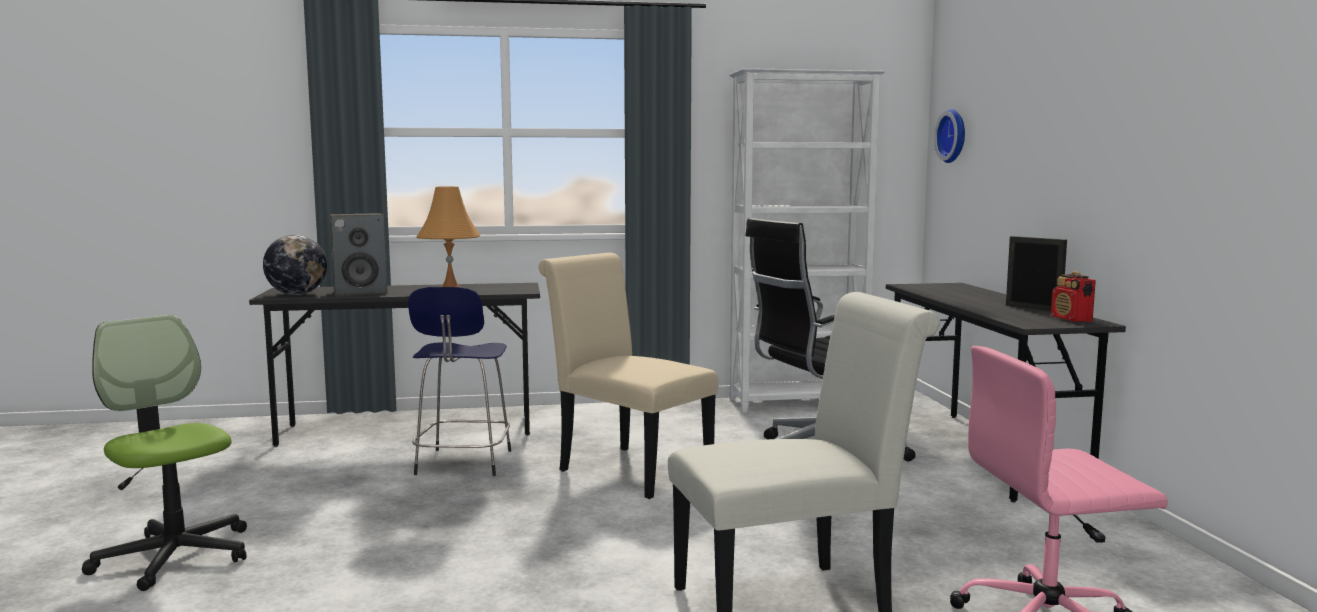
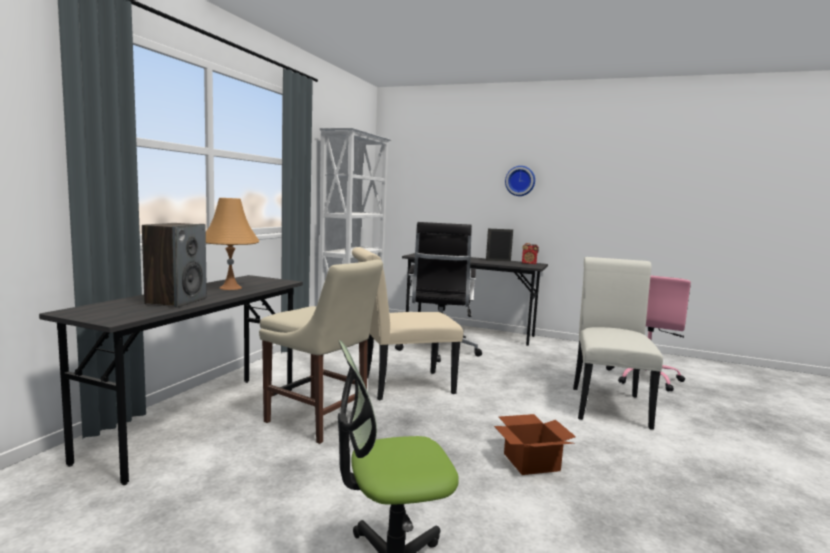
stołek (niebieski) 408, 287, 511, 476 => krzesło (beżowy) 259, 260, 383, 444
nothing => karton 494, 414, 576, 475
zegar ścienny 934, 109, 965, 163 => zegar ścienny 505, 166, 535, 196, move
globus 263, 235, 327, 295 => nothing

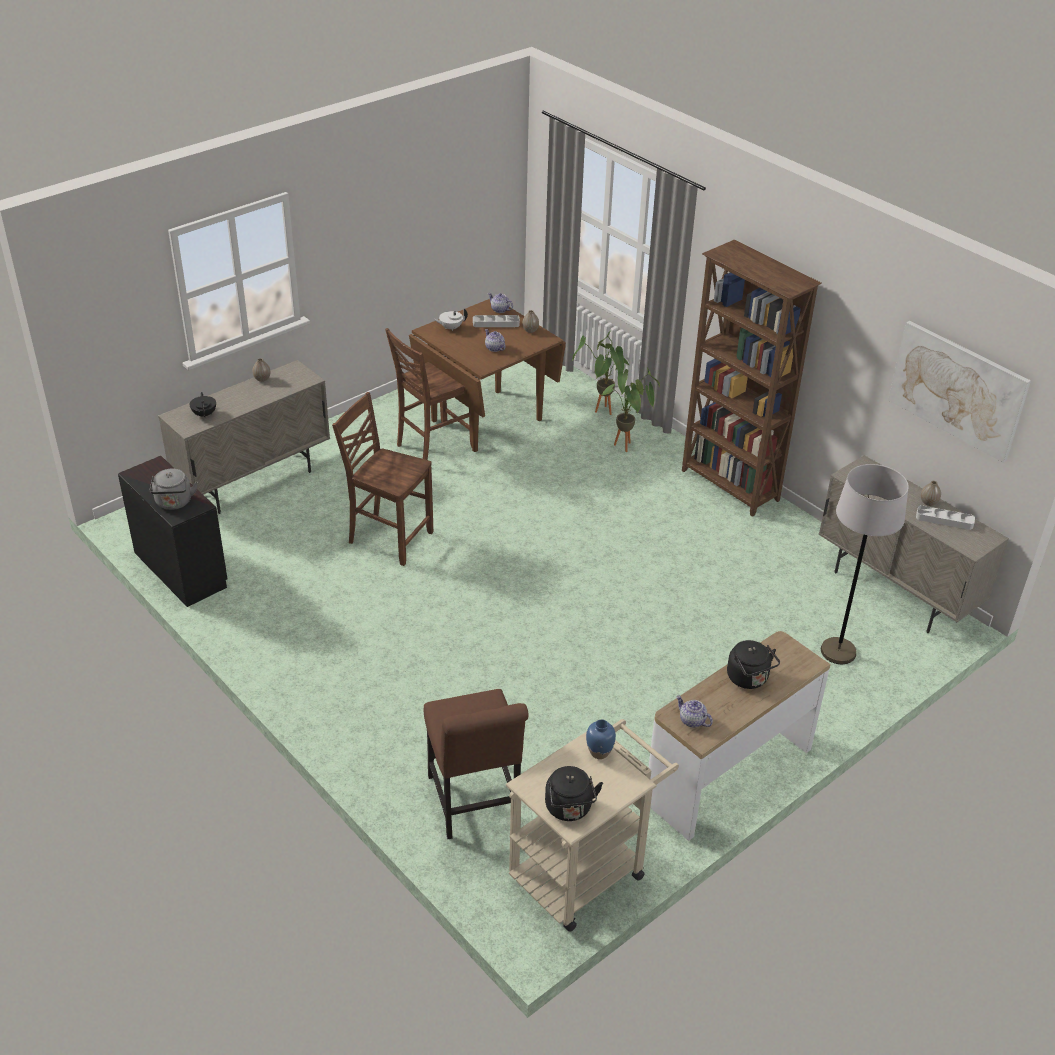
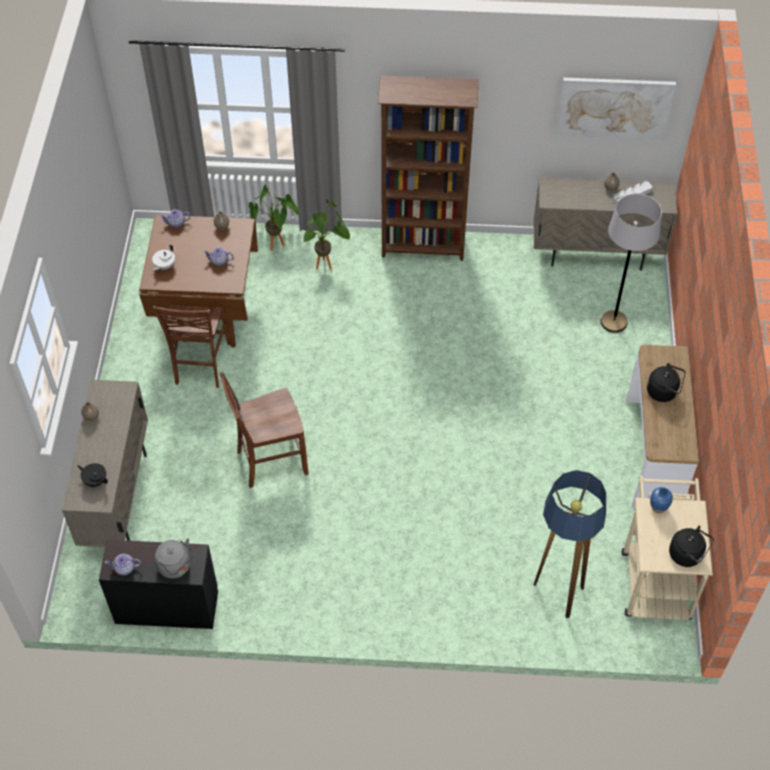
imbryk 676, 696, 713, 728 => imbryk 105, 554, 141, 575, move
krzesło (brązowy) 424, 689, 528, 839 => lampa stojąca 534, 470, 606, 618
taca (szary) 473, 315, 520, 327 => nothing

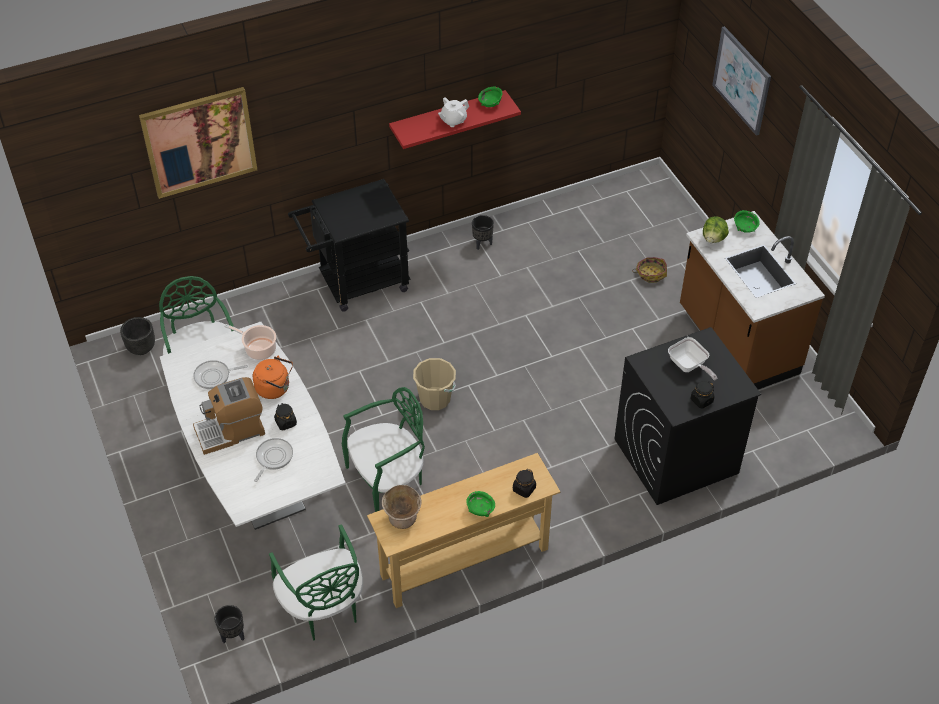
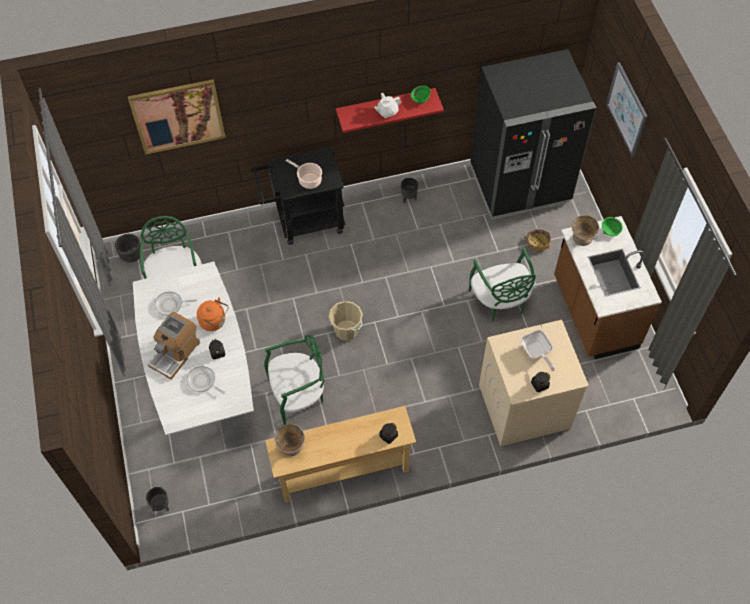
ekspres do kawy 193, 377, 265, 455 => ekspres do kawy 148, 311, 200, 380, 45 degrees counterclockwise
patelnia 254, 438, 293, 482 => patelnia 186, 366, 225, 394, 90 degrees counterclockwise
garnek 224, 324, 276, 360 => garnek 285, 159, 322, 189, move
krzesło (zielony) 269, 524, 363, 640 => krzesło (zielony) 469, 247, 536, 322, move
nothing => lodówka (czarny) 470, 49, 596, 220
pralka (czarny) 615, 327, 761, 505 => pralka (beżowy) 479, 320, 589, 446
sałata 703, 216, 729, 243 => miska (beżowy) 572, 215, 600, 246
miska (zielony) 466, 491, 495, 517 => nothing

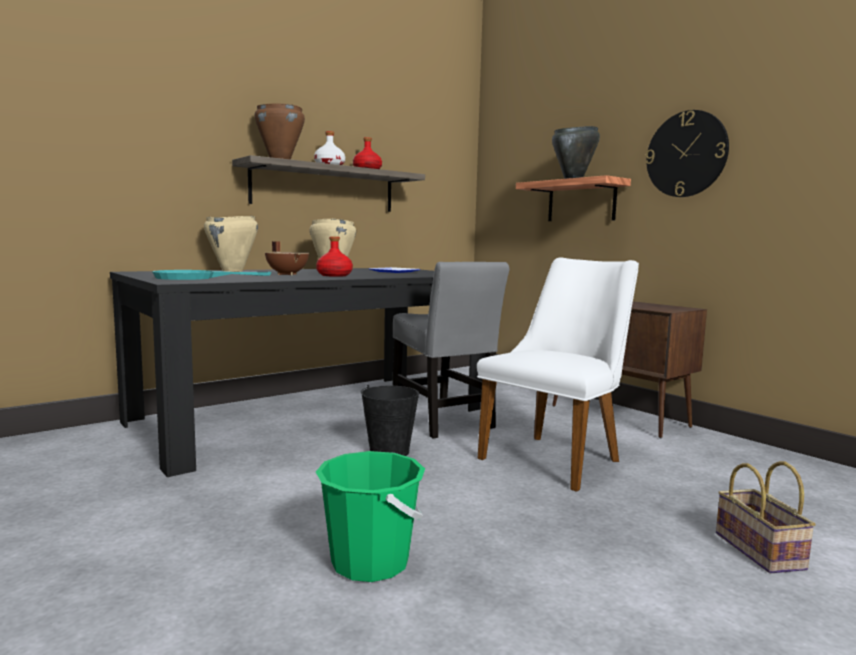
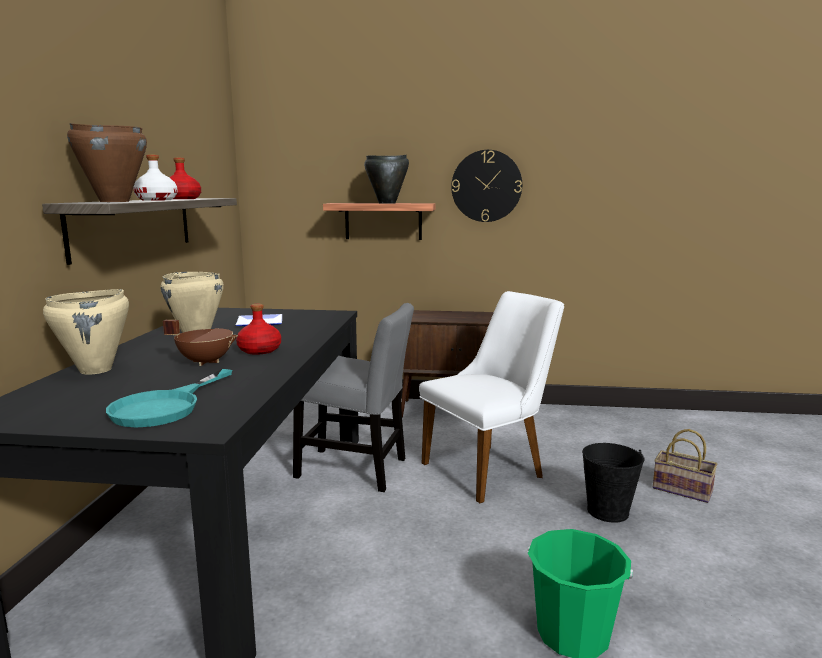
krzesło (biały) 477, 257, 639, 492 => krzesło (biały) 419, 291, 564, 503, 60 degrees clockwise
wiadro (czarny) 361, 385, 419, 456 => wiadro (czarny) 582, 443, 645, 523, move

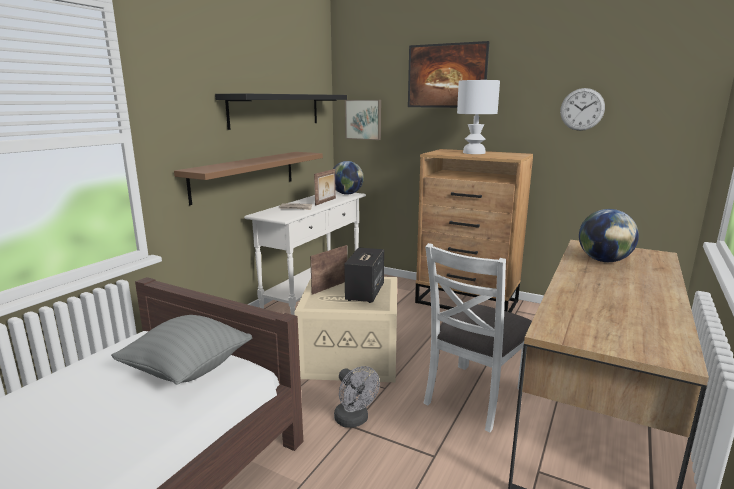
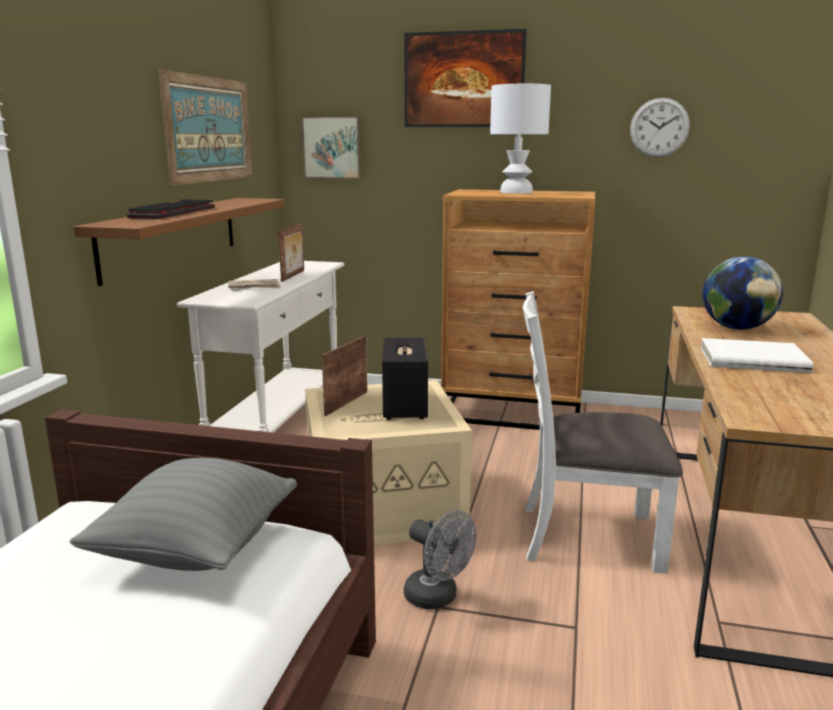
nothing => klawiatura 127, 199, 215, 219
półka (czarny) 215, 94, 347, 130 => obraz 158, 70, 252, 186
krzesło (biały) 423, 243, 532, 432 => krzesło (biały) 523, 291, 683, 574, 75 degrees clockwise
nothing => książka (biały) 701, 338, 813, 373
globus 333, 161, 364, 195 => nothing

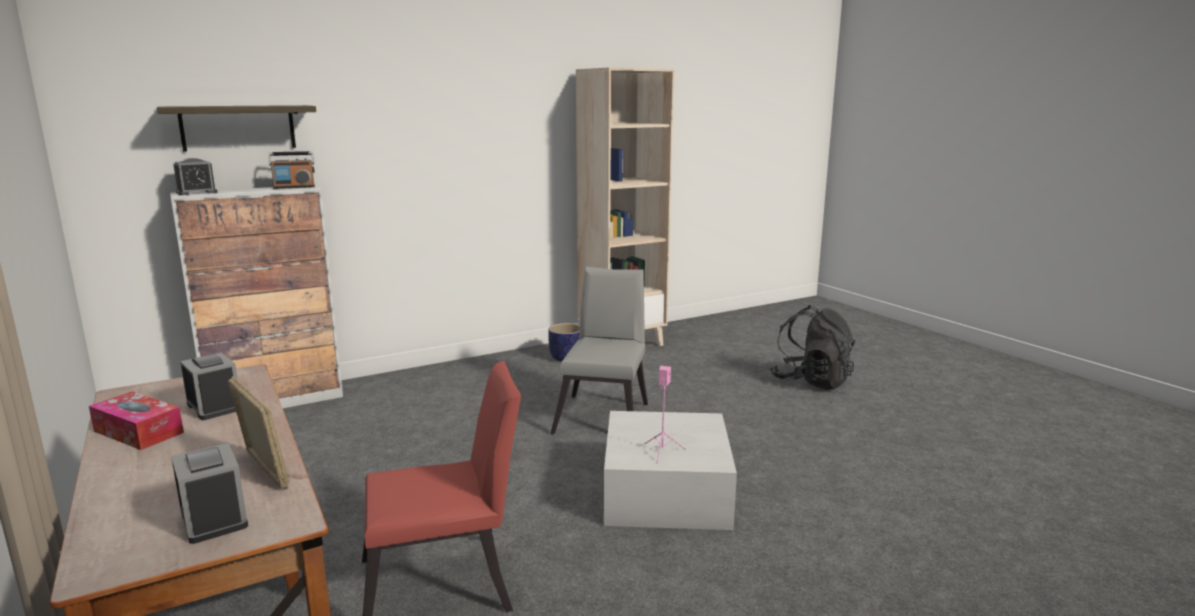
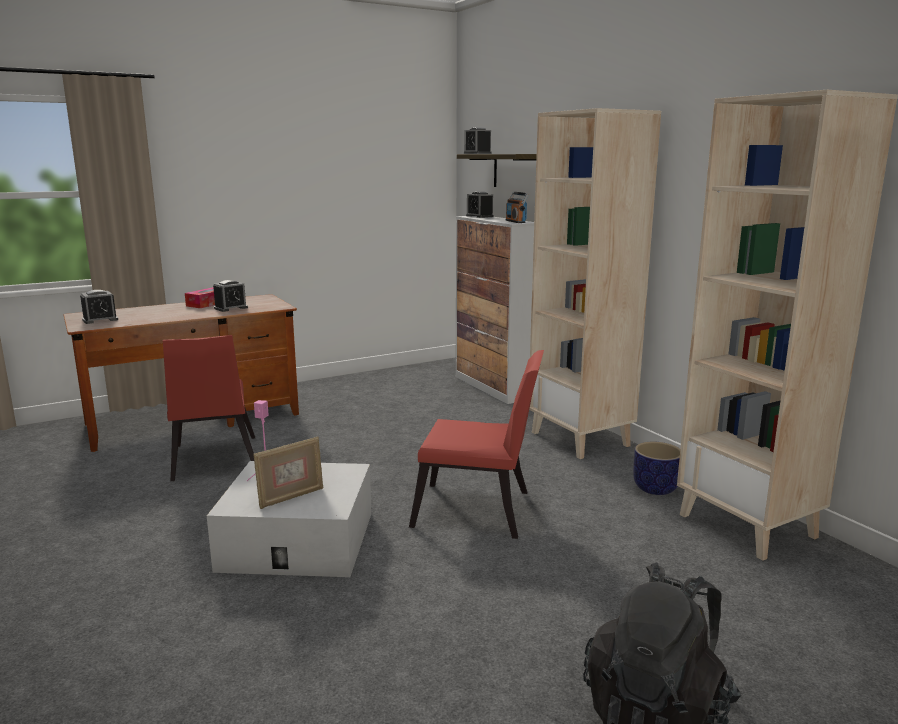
ramka na zdjęcie 228, 376, 289, 489 => ramka na zdjęcie 253, 436, 324, 509, move
krzesło (szary) 550, 266, 648, 435 => krzesło (czerwony) 409, 350, 544, 539
nothing => budzik 464, 127, 491, 154
nothing => regał (beżowy) 529, 108, 661, 459

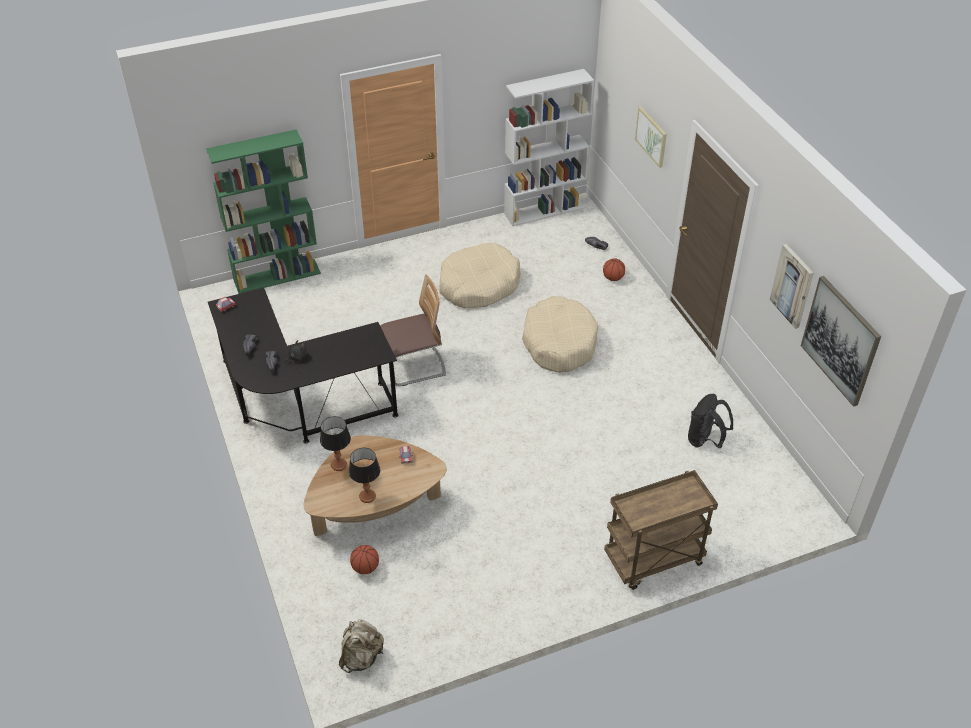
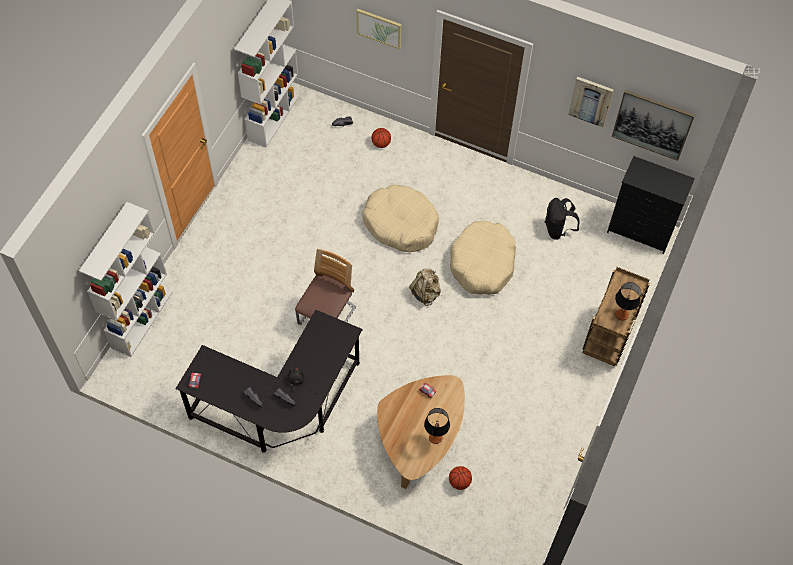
regał (zielony) 206, 129, 321, 294 => regał (biały) 79, 202, 172, 357
plecak (beżowy) 339, 619, 384, 673 => plecak (beżowy) 409, 268, 441, 306, move
legowisko (beżowy) 439, 243, 521, 308 => legowisko (beżowy) 450, 221, 516, 295, move
nothing => komoda (czarny) 607, 156, 695, 254
lampa stołowa 320, 416, 351, 471 => lampa stołowa 615, 282, 641, 321, move

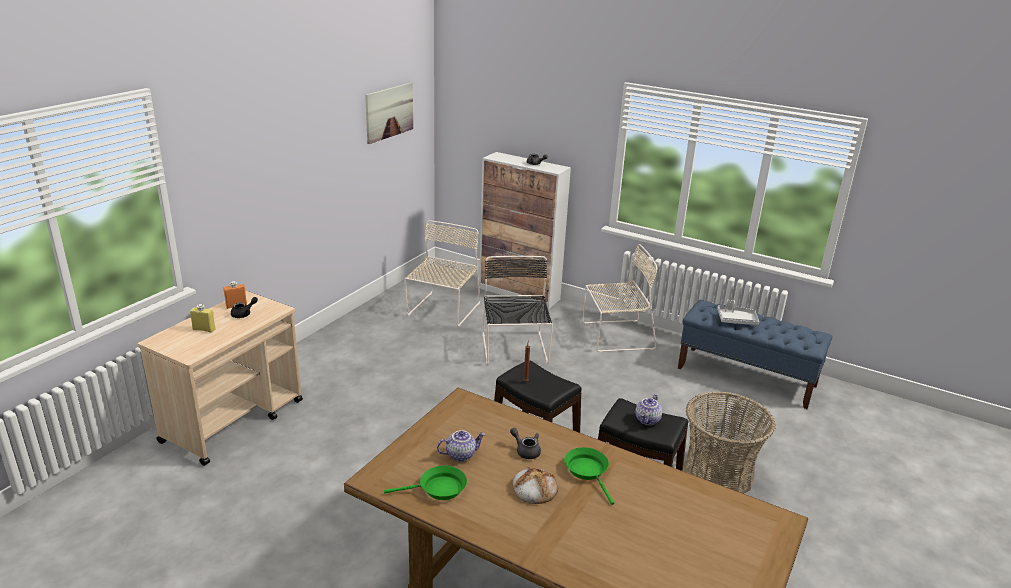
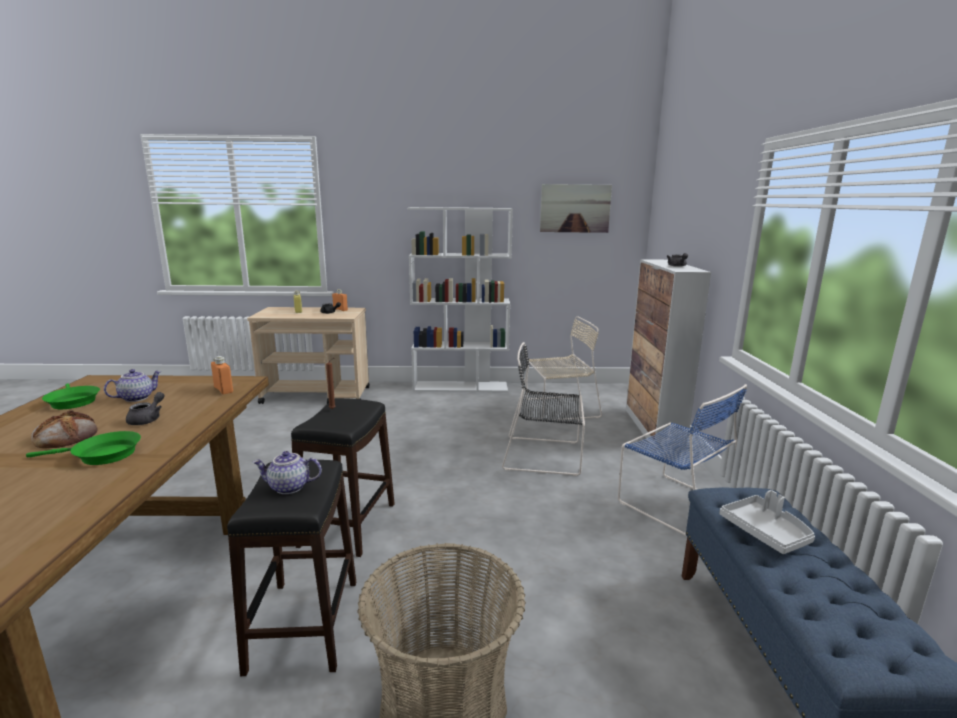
patelnia (zielony) 564, 447, 614, 505 => patelnia (zielony) 26, 431, 141, 465, 45 degrees clockwise
imbryk 437, 430, 485, 461 => imbryk 104, 369, 162, 402, 90 degrees counterclockwise
nothing => butelka (pomarańczowy) 211, 356, 233, 394
nothing => regał (biały) 407, 207, 513, 392
krzesło (czarny) 482, 256, 553, 365 => krzesło (czarny) 502, 342, 585, 476, 135 degrees counterclockwise
krzesło (beżowy) 582, 244, 657, 352 => krzesło (niebieski) 618, 384, 747, 536

